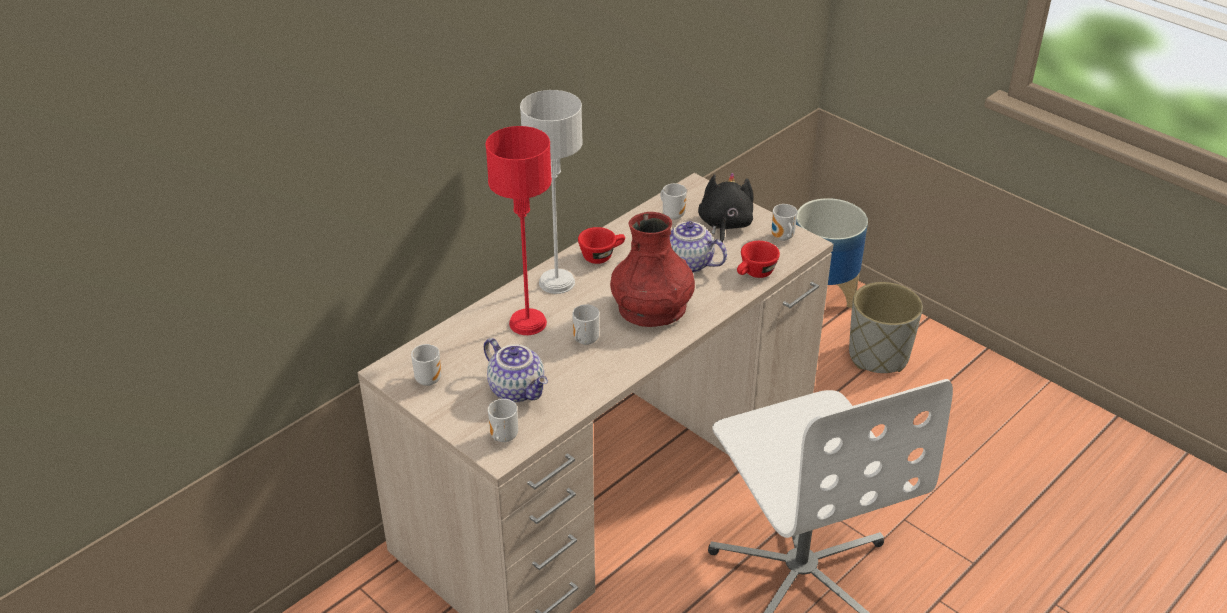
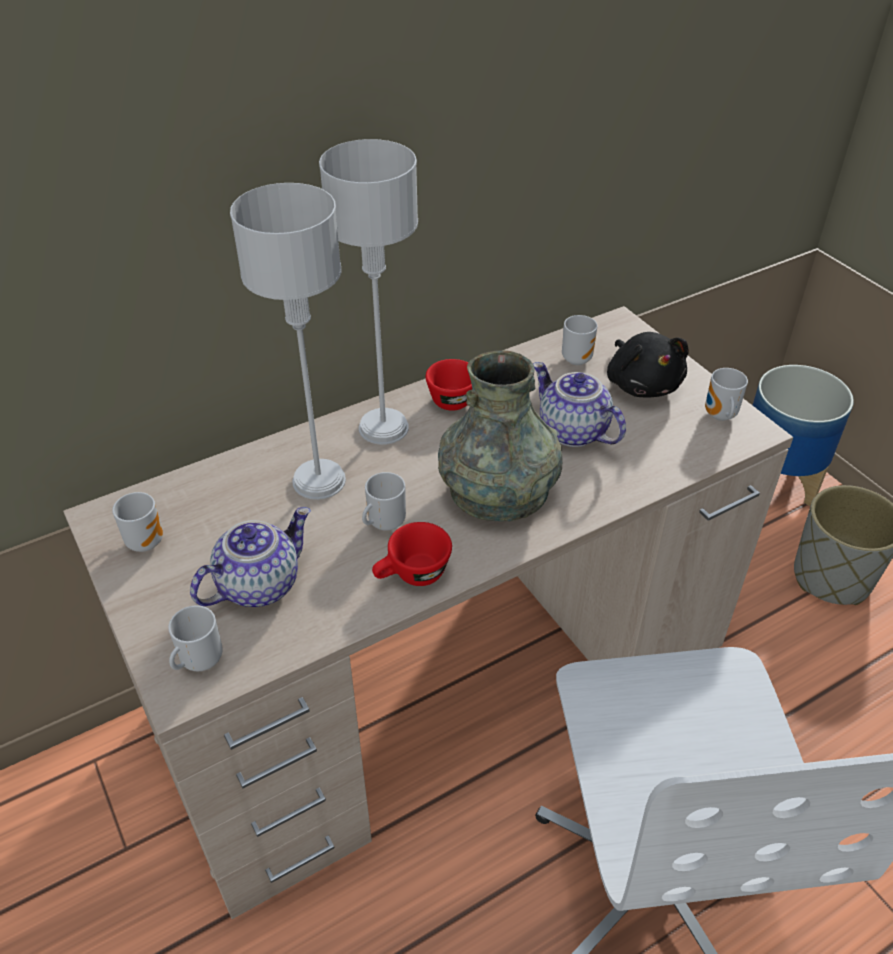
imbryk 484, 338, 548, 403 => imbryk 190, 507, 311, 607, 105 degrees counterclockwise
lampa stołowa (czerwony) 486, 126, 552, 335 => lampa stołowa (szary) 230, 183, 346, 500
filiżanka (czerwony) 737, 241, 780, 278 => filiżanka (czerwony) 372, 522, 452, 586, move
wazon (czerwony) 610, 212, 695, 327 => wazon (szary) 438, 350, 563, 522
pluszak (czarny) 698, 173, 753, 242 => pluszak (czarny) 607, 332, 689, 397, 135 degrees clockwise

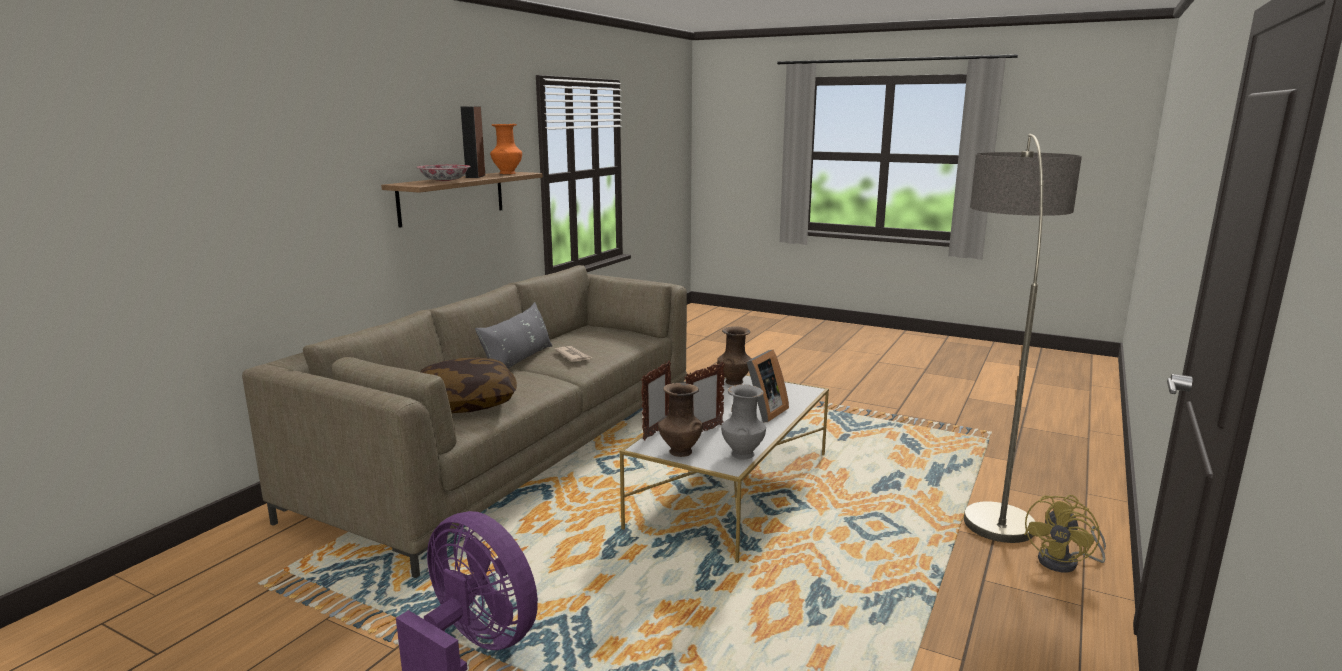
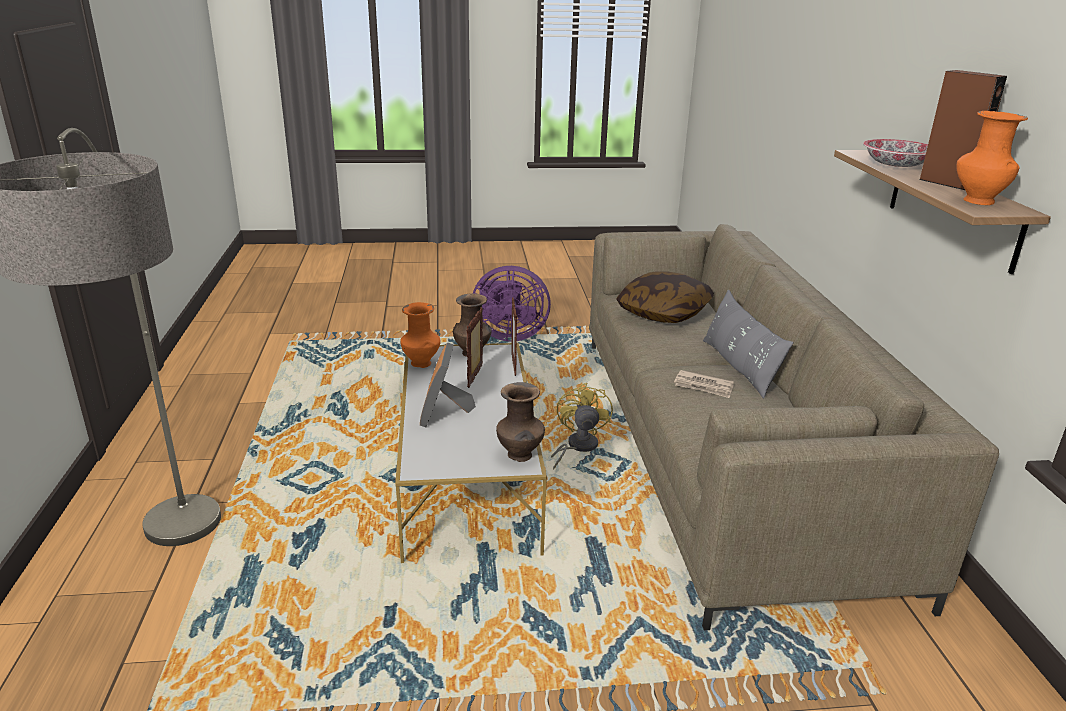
wazon (szary) 721, 384, 766, 460 => wazon (pomarańczowy) 400, 302, 441, 368
wentylator (żółty) 1024, 495, 1106, 573 => wentylator (żółty) 551, 383, 613, 469, move

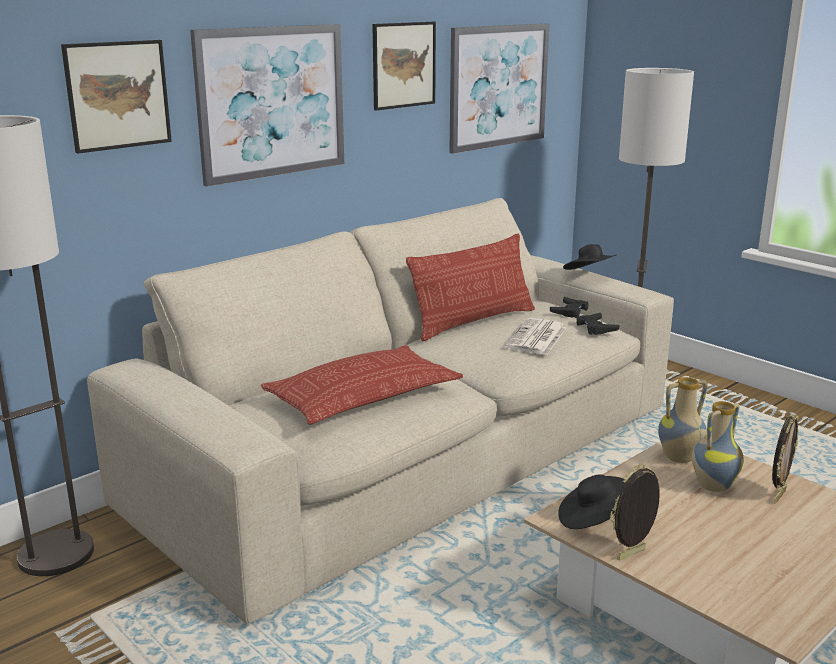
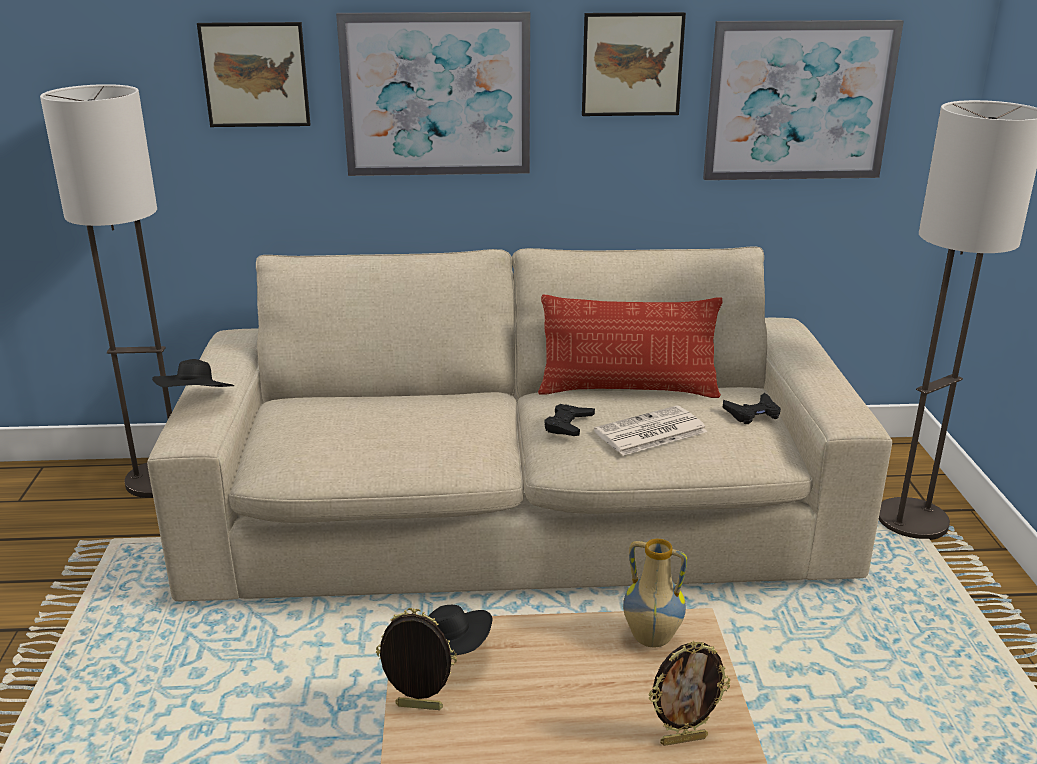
kapelusz (czarny) 563, 244, 616, 270 => kapelusz (czarny) 152, 359, 234, 387, move
pad do gier (czarny) 576, 313, 619, 335 => pad do gier (czarny) 544, 404, 595, 436, move
poduszka 261, 345, 463, 425 => nothing
wazon 692, 401, 744, 492 => nothing

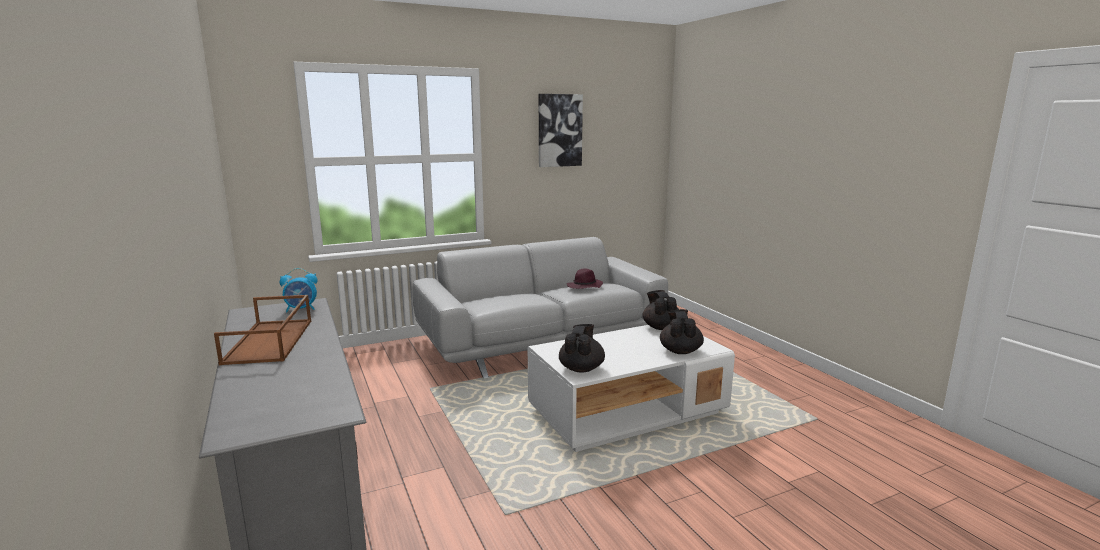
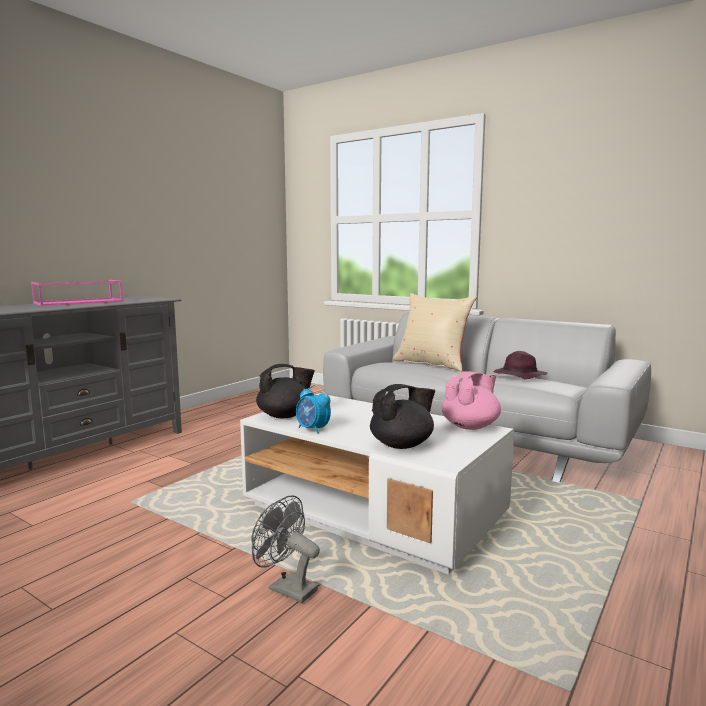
taca (brązowy) 214, 295, 311, 365 => taca (różowy) 31, 280, 124, 306
nothing => wentylator (szary) 251, 496, 320, 603
budzik 280, 268, 318, 312 => budzik 296, 384, 331, 434, move
nothing => poduszka (beżowy) 393, 293, 477, 372
imbryk (czarny) 643, 290, 678, 330 => imbryk (różowy) 442, 371, 501, 430
obraz 539, 94, 583, 167 => nothing

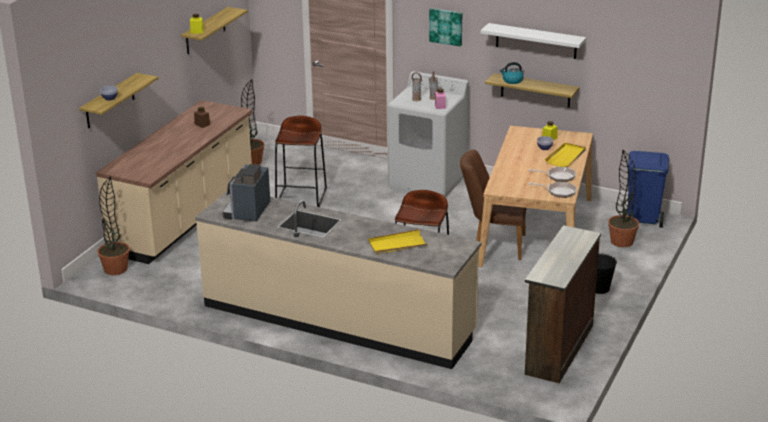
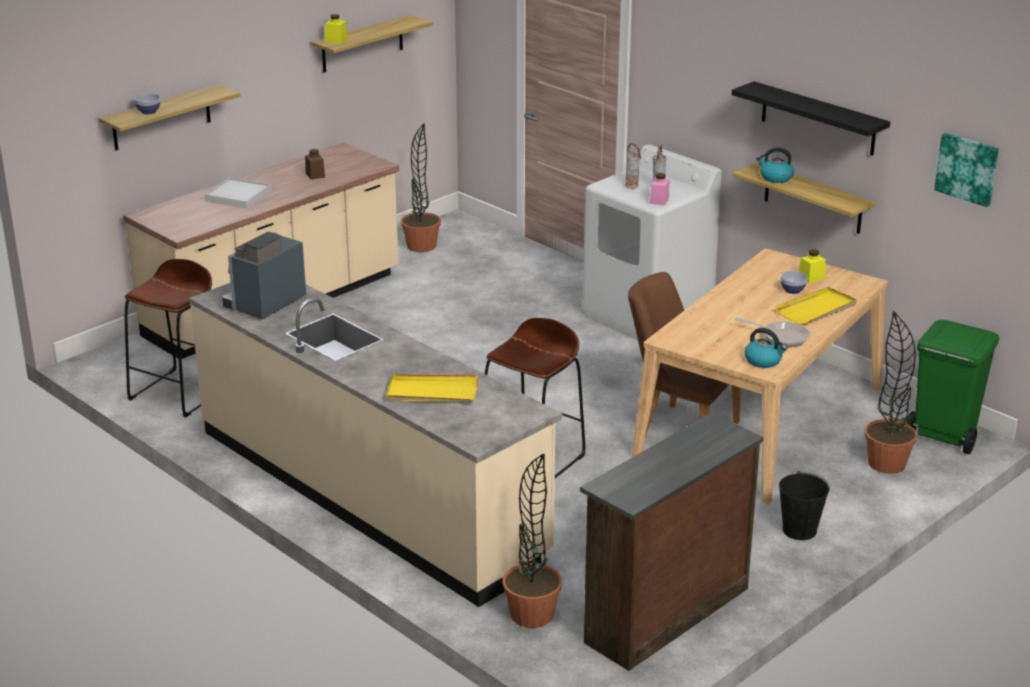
stołek (brązowy) 275, 116, 327, 207 => stołek (brązowy) 125, 259, 212, 417, move
nothing => taca (biały) 204, 177, 271, 208
roślina doniczkowa 97, 176, 130, 275 => roślina doniczkowa 503, 453, 562, 628, move
półka (biały) 481, 23, 586, 59 => półka (czarny) 732, 81, 890, 156
patelnia 529, 182, 577, 198 => czajnik 745, 328, 787, 368
kosz na śmieci (niebieski) 624, 151, 669, 228 => kosz na śmieci (zielony) 907, 320, 999, 454
obraz 429, 8, 462, 46 => obraz 934, 133, 999, 207, move

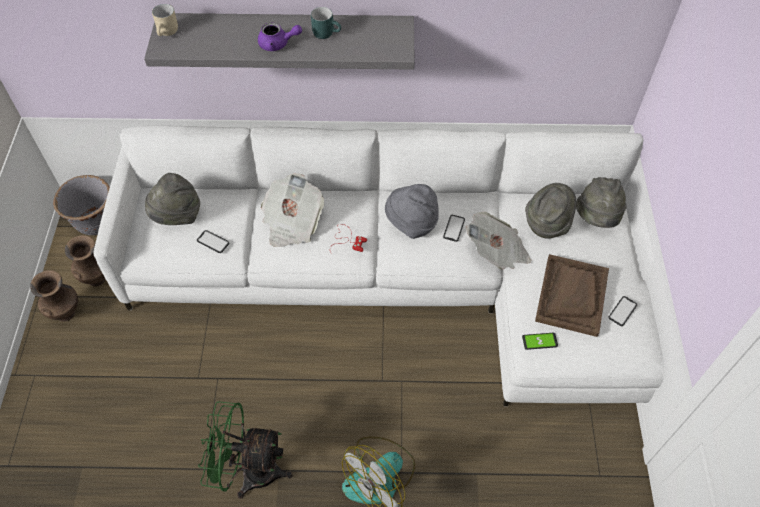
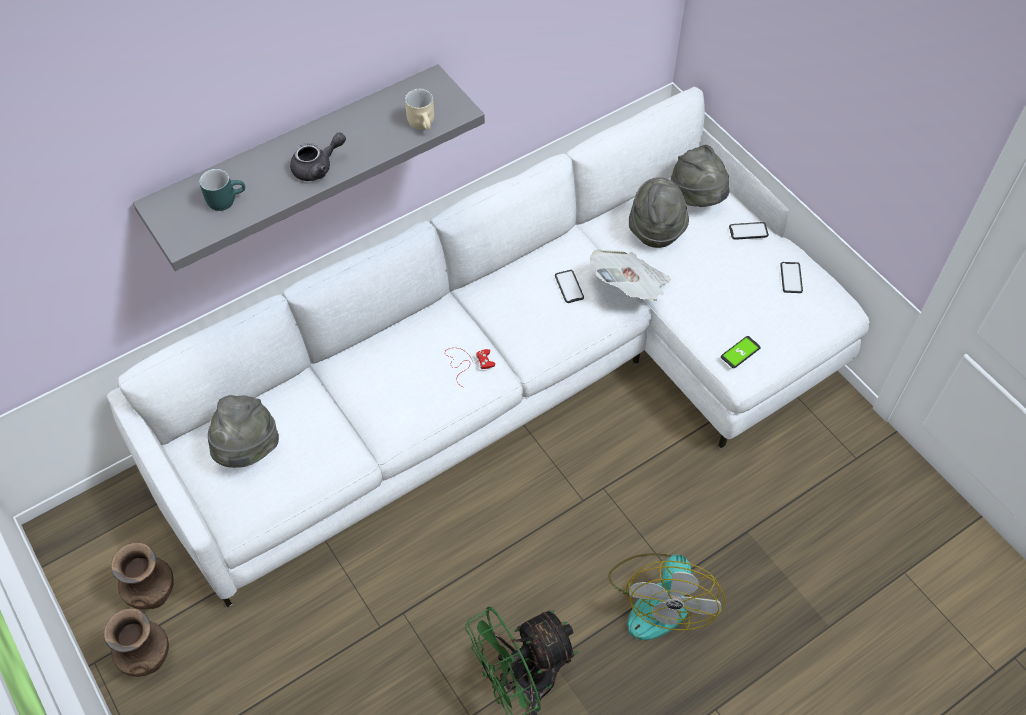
kubek (turkusowy) 311, 7, 341, 39 => kubek (turkusowy) 199, 169, 245, 211, move
imbryk (fioletowy) 258, 23, 302, 51 => imbryk (szary) 290, 132, 346, 181
kubek (beżowy) 152, 4, 178, 36 => kubek (beżowy) 405, 89, 434, 130, move
telefon 197, 230, 229, 253 => telefon 729, 222, 769, 240, move
donica (szary) 53, 175, 110, 235 => nothing
gazeta 261, 173, 324, 247 => nothing
kapelusz (szary) 385, 184, 439, 239 => nothing
taca (brązowy) 535, 254, 609, 337 => nothing

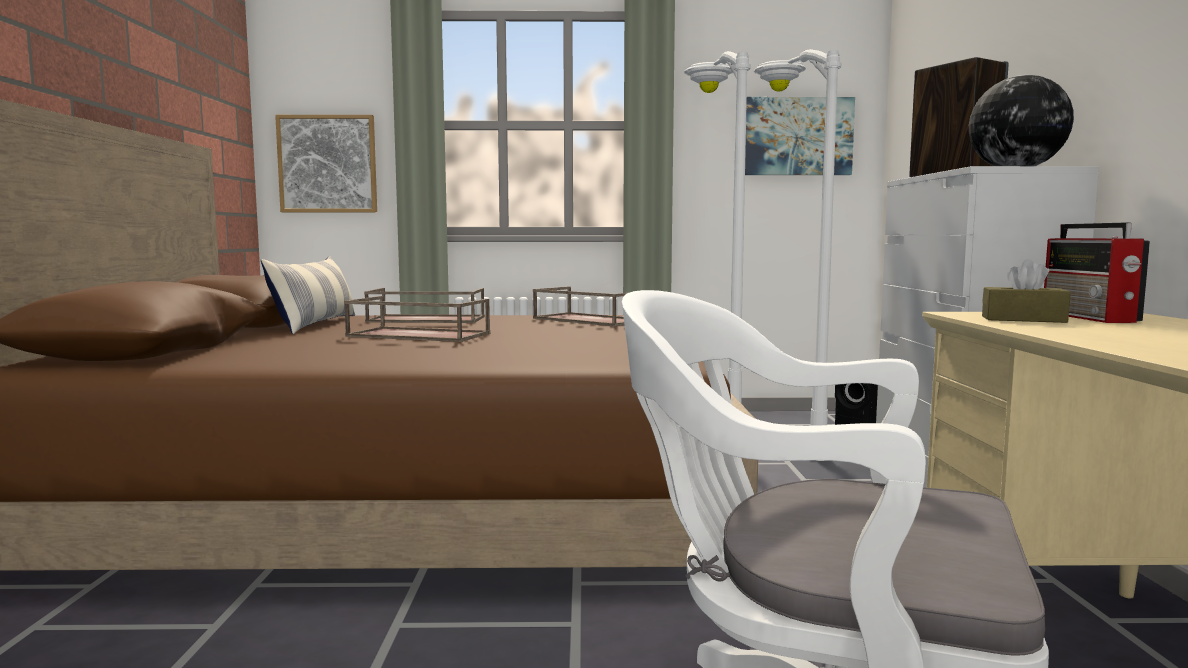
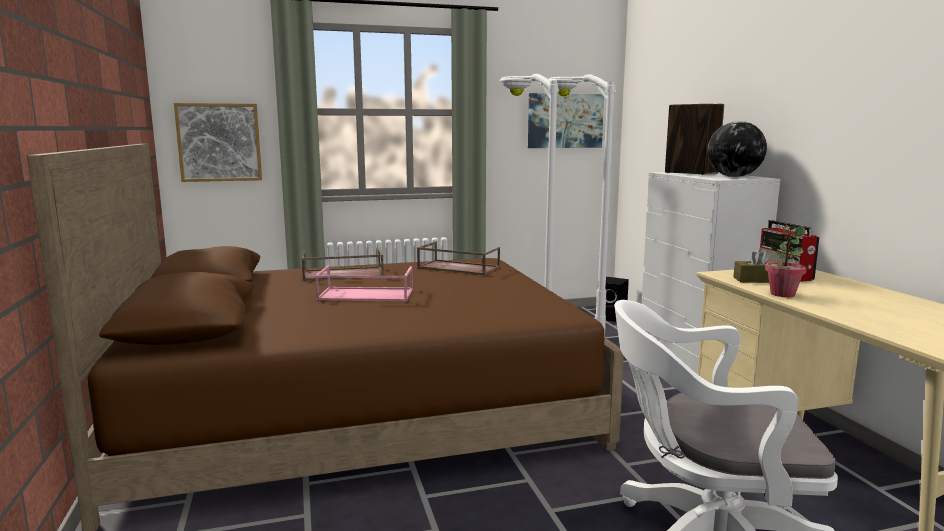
taca (brązowy) 344, 296, 490, 342 => taca (różowy) 315, 265, 413, 301
nothing => roślina doniczkowa 765, 225, 807, 297
poduszka 261, 256, 355, 334 => nothing

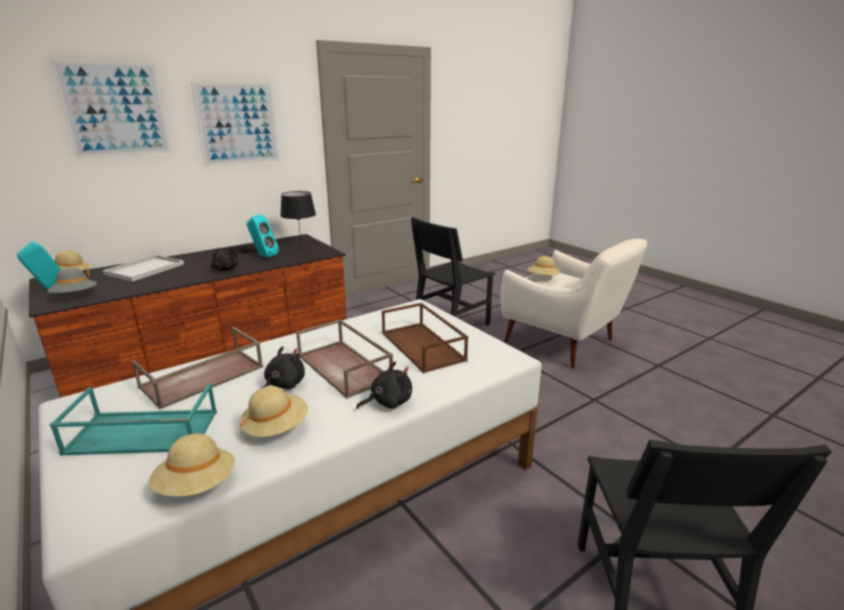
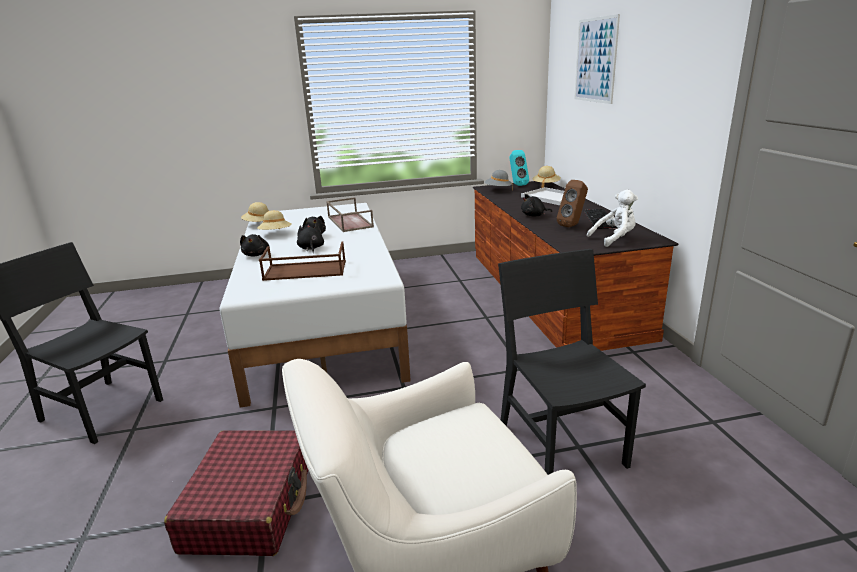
nothing => walizka (czerwony) 164, 430, 308, 556
taca (brązowy) 296, 319, 393, 399 => pluszak (czarny) 297, 224, 324, 253
głośnik (turkusowy) 247, 214, 279, 257 => głośnik (brązowy) 557, 180, 588, 227
lampa stołowa (czarny) 280, 191, 316, 240 => pluszak (biały) 587, 190, 638, 247
taca (turkusowy) 50, 384, 217, 456 => nothing
obraz 191, 82, 280, 166 => nothing
kapelusz (beżowy) 527, 256, 560, 275 => nothing

